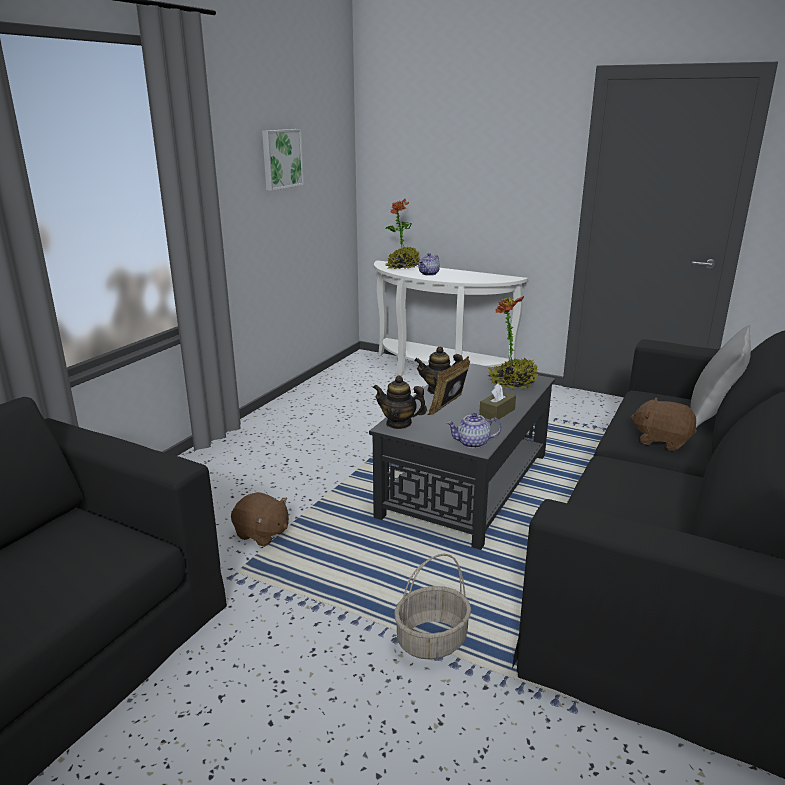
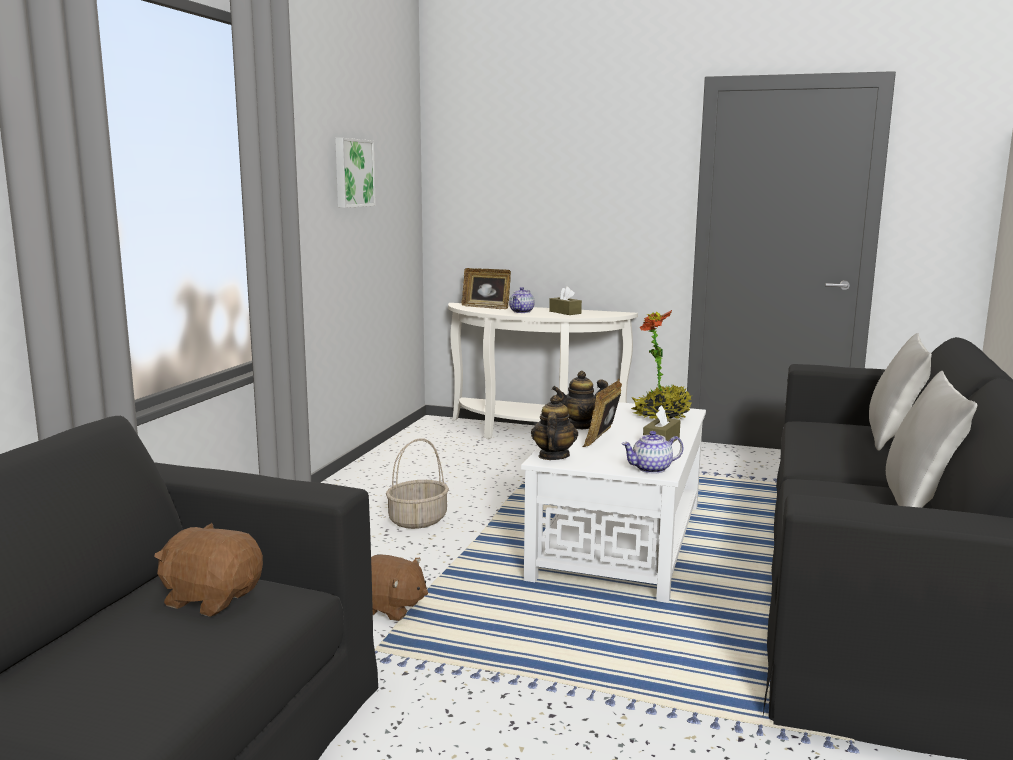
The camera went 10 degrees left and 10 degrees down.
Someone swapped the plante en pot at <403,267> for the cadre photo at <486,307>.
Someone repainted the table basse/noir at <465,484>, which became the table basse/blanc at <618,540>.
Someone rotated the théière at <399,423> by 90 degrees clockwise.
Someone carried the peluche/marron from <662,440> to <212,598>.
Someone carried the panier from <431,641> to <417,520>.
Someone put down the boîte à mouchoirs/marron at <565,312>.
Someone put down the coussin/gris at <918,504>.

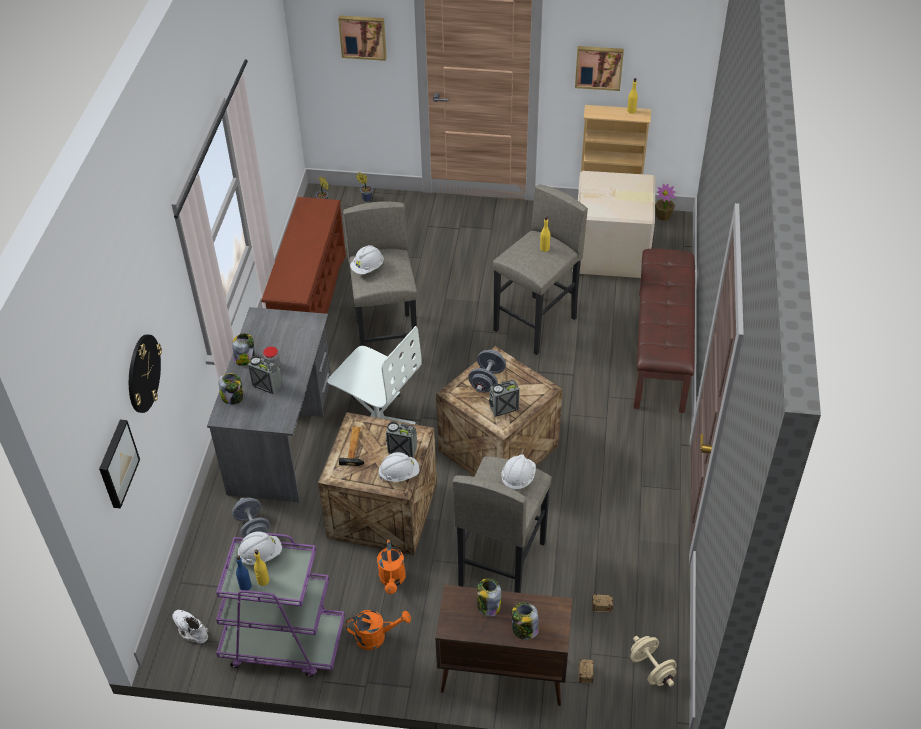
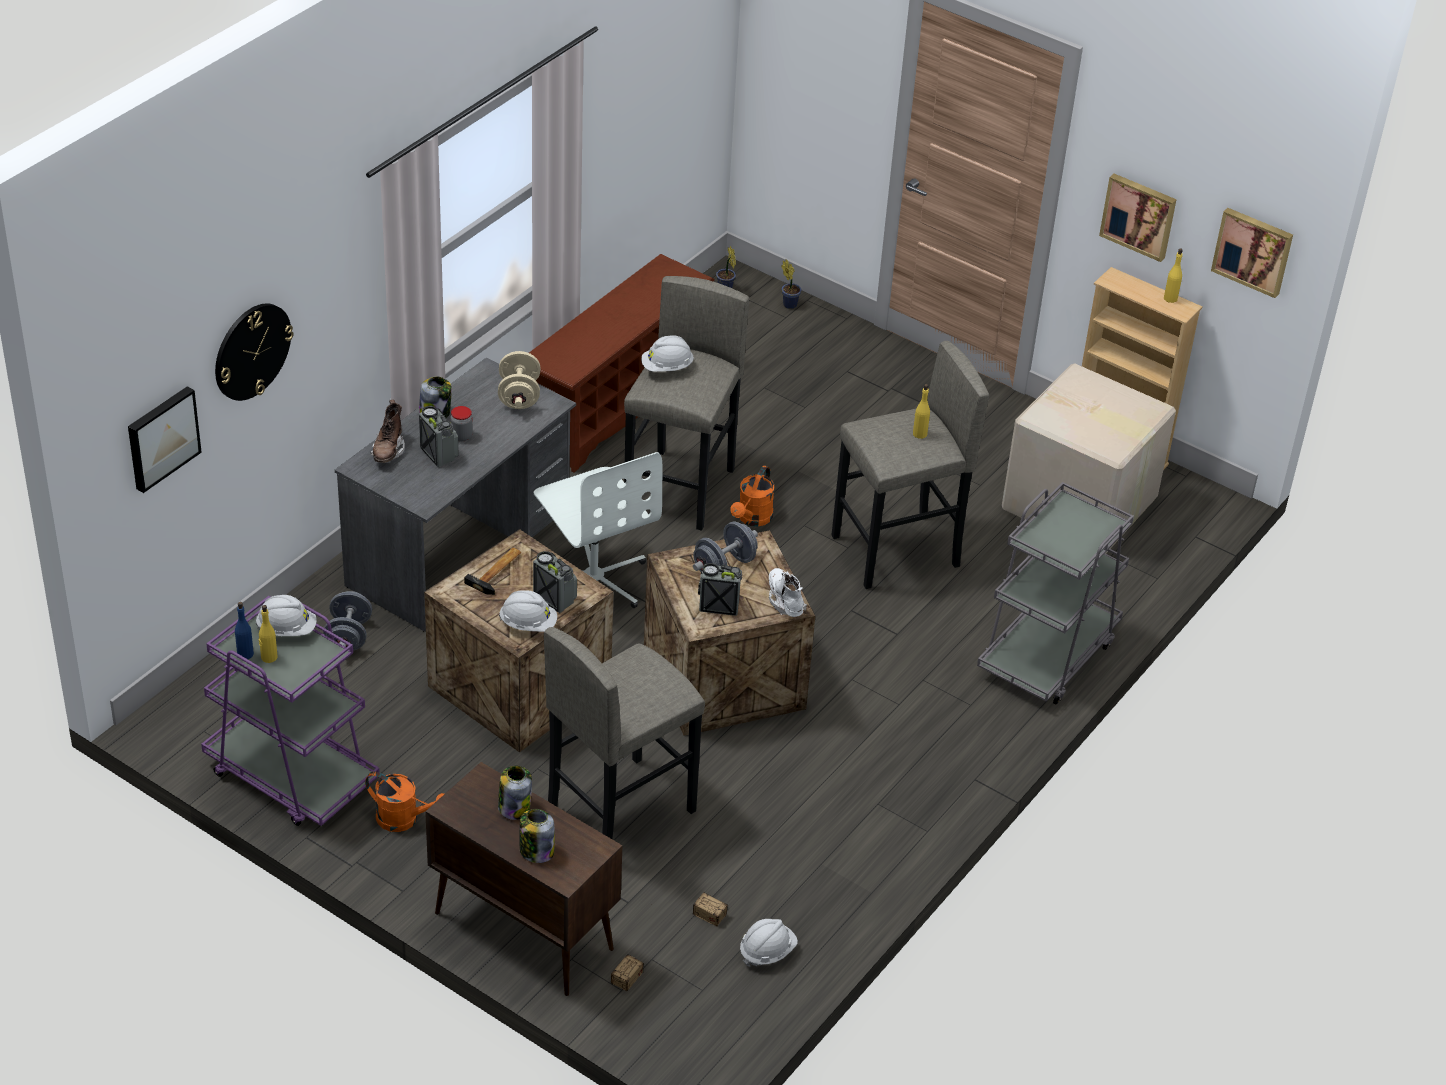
The camera went 25 degrees right and 5 degrees down.
Someone carried the tableau from <363,36> to <1253,251>.
Someone took away the plante en pot at <663,216>.
Someone swapped the banc/marron at <661,350> for the chariot/gris at <1047,655>.
Someone swapped the bocal at <233,397> for the botte/marron at <388,451>.
Someone carried the casque de chantier/blanc from <518,478> to <767,951>.
Someone carried the arrosoir/orange from <392,580> to <752,519>.
Someone carried the botte/blanc from <191,630> to <785,601>.
Someone carried the haltère/beige from <651,669> to <519,396>.

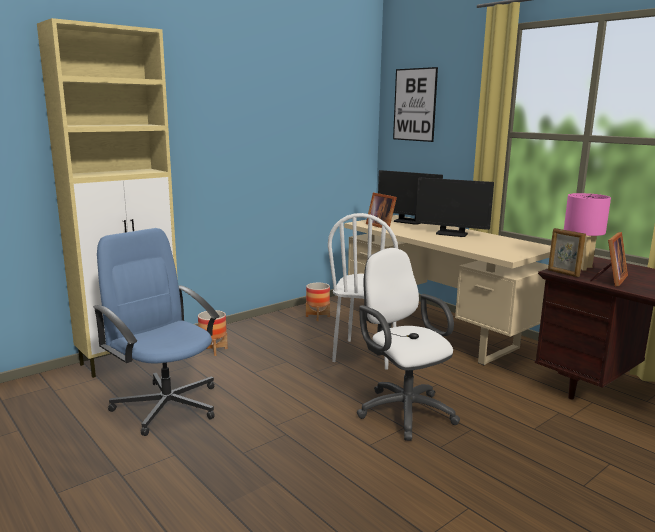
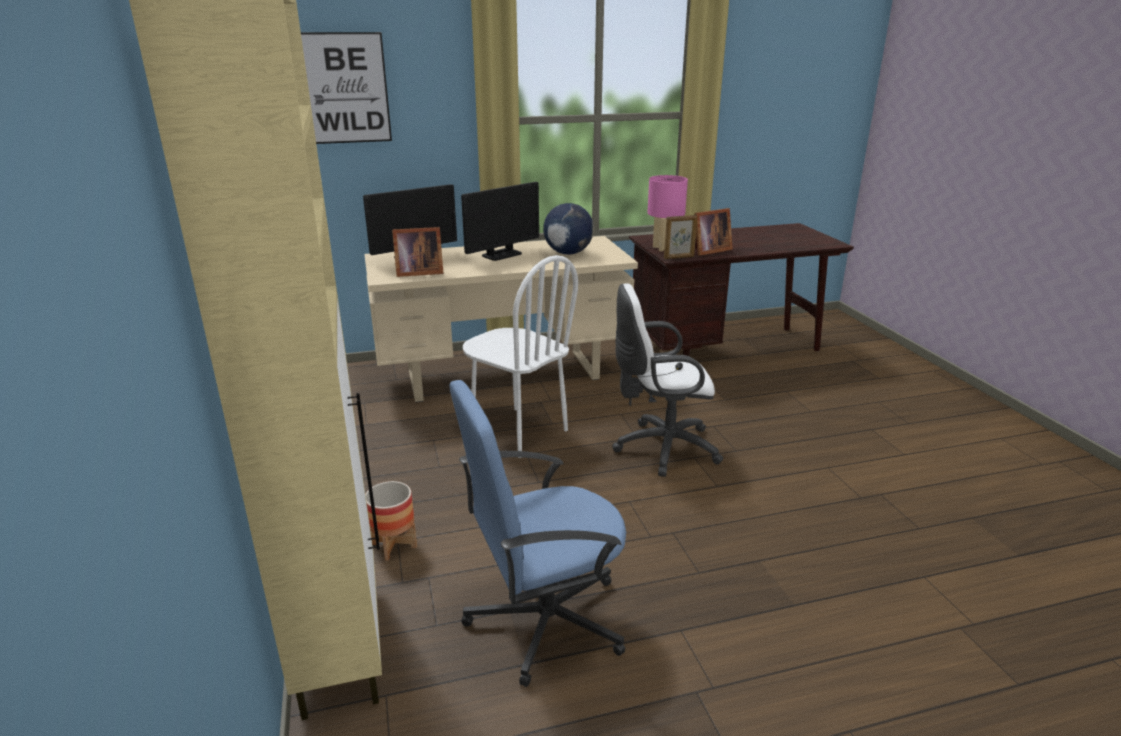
The camera went 65 degrees left and 10 degrees up.
Someone rotated the cadre photo at <610,280> by 90 degrees clockwise.
Someone took away the cache-pot at <317,316>.
Someone put down the globe at <568,253>.

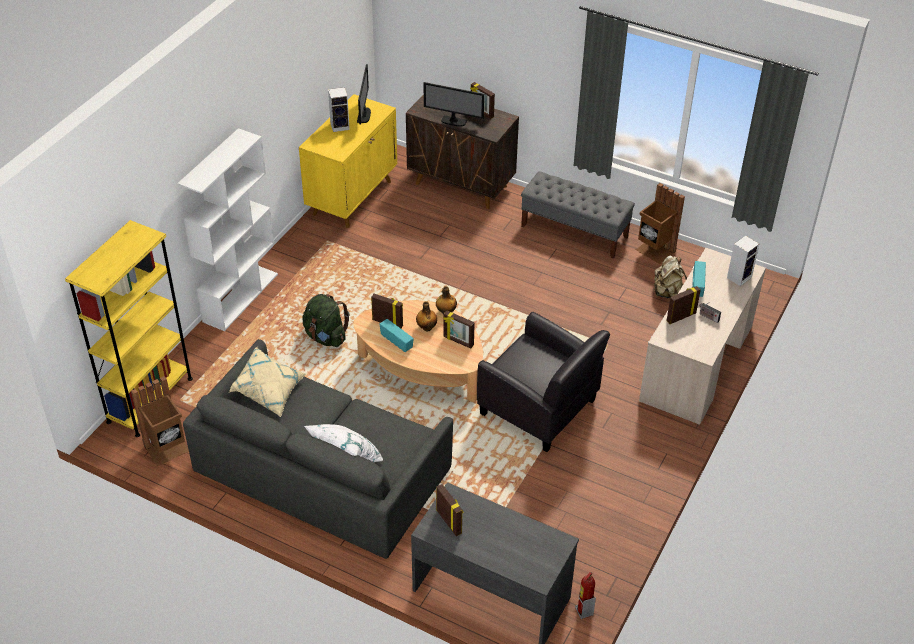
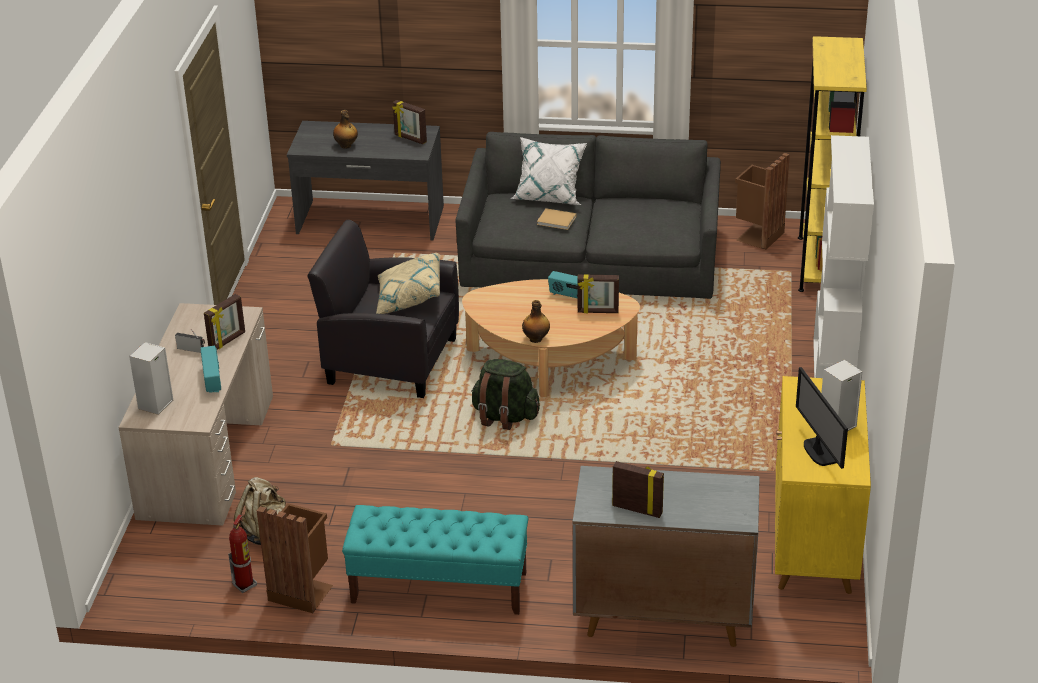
The camera went 160 degrees right and 10 degrees down.
Someone took away the écran d'ordinateur at <453,121>.
Someone repainted the meuble de rangement/marron at <462,185>, which became the meuble de rangement/gris at <661,616>.
Someone repainted the banc/gris at <574,231>, which became the banc/turquoise at <438,587>.
Someone carried the sac à dos/vert from <326,337> to <504,417>.
Someone carried the bouteille from <426,327> to <346,146>.
Someone took away the cadre photo at <458,341>.
Someone carried the coussin/beige from <269,391> to <408,298>.
Someone carried the extincteur from <583,611> to <245,585>.
Someone put down the livre/beige at <557,220>.

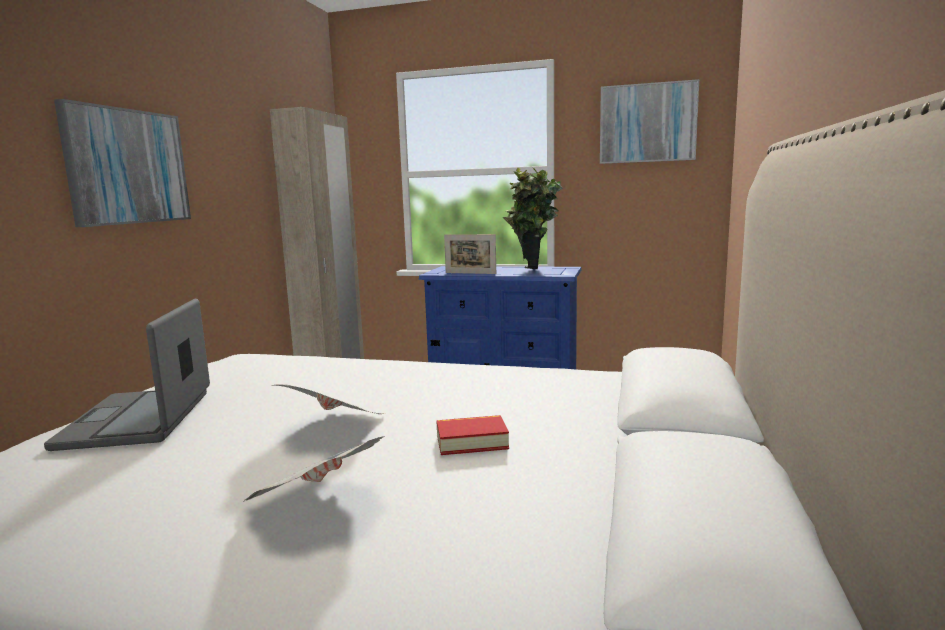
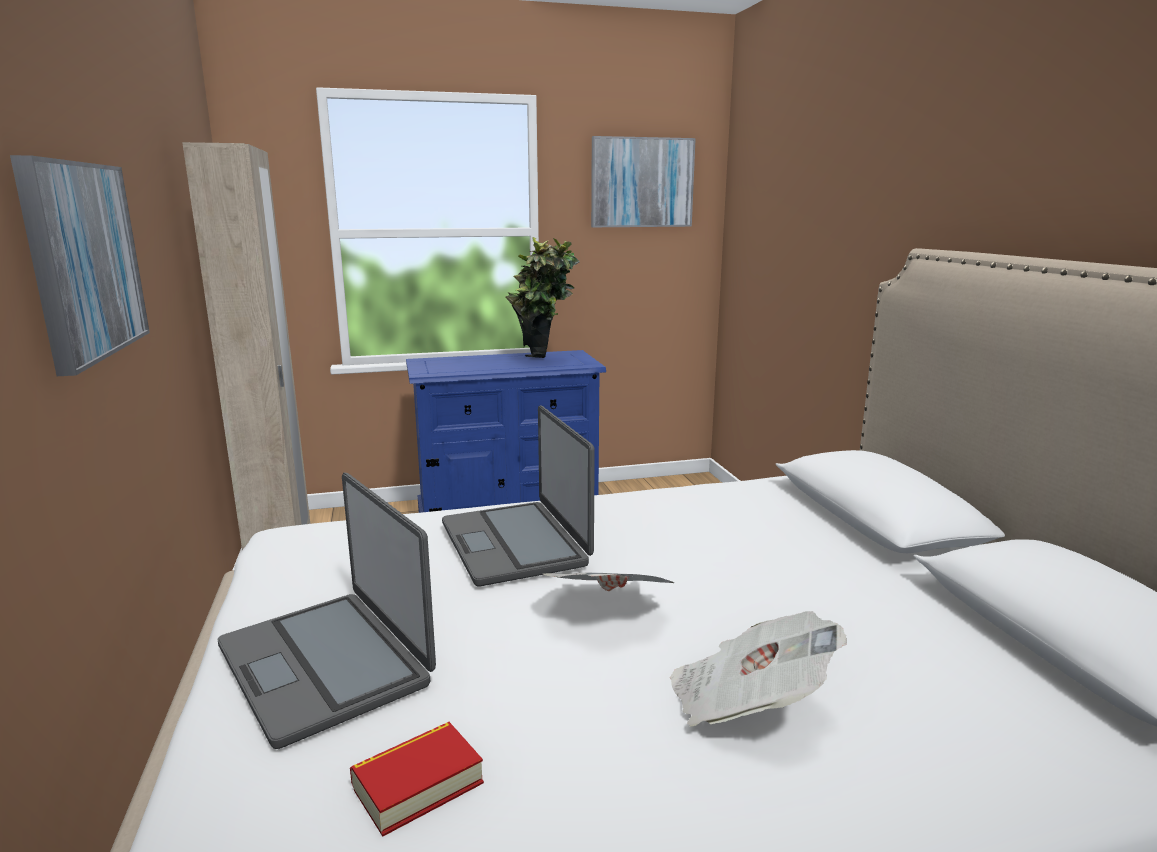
The camera went 30 degrees left and 5 degrees up.
Someone took away the cadre photo at <470,273>.
Someone carried the livre from <472,442> to <418,785>.
Someone put down the ordinateur portable at <515,543>.

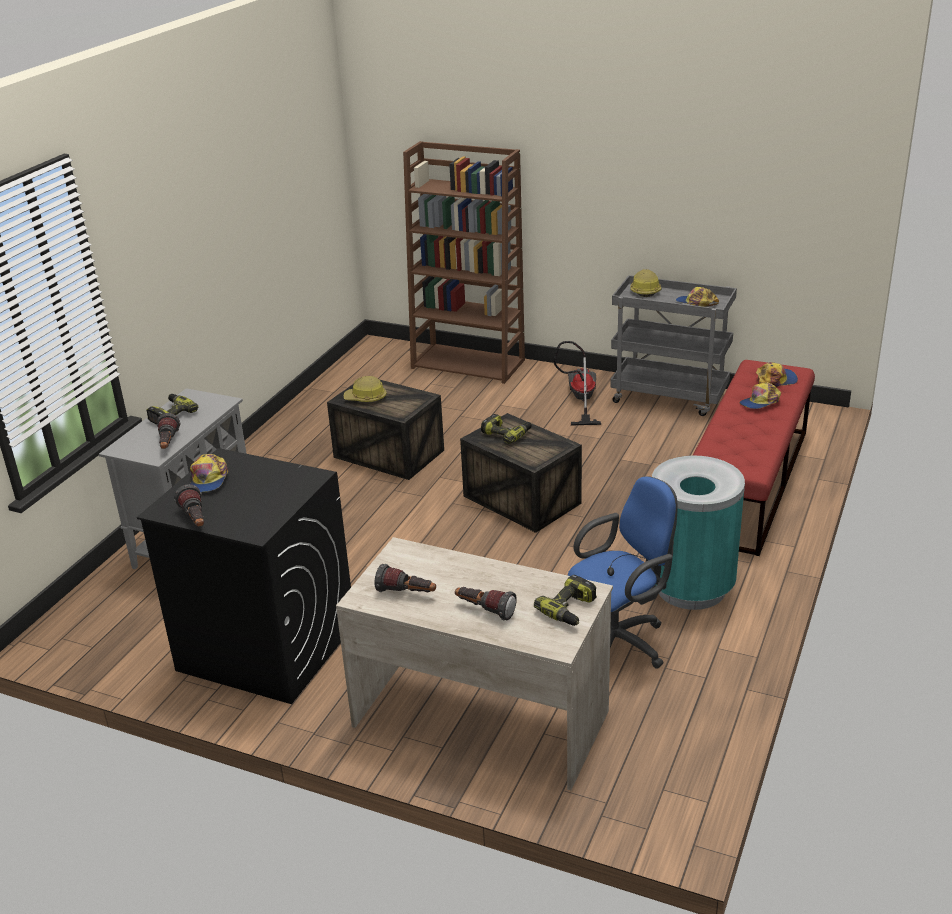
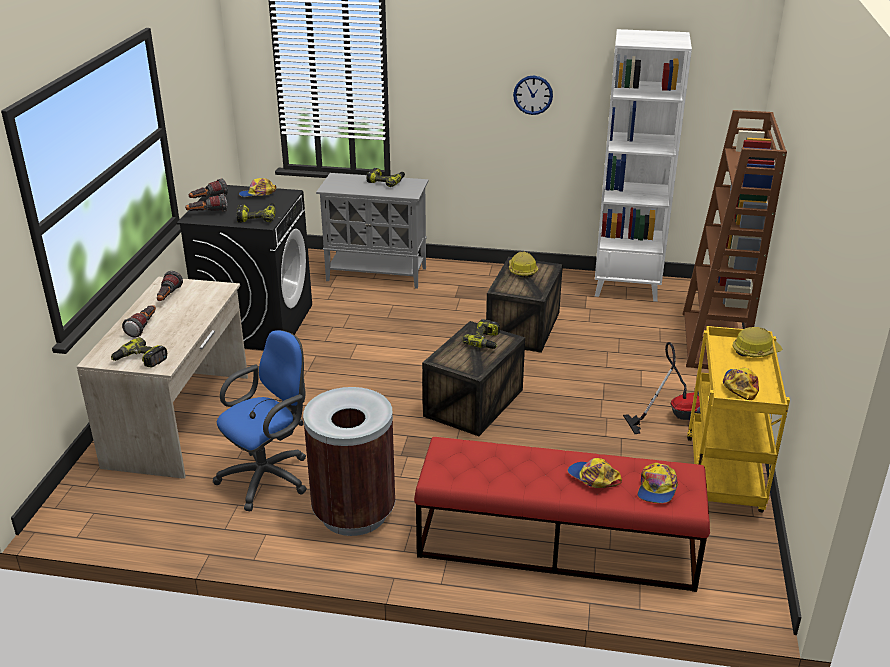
The camera went 75 degrees right and 0 degrees up.
Someone repainted the chariot/gris at <670,397>, which became the chariot/jaune at <725,477>.
Someone rotated the casquette at <776,380> by 45 degrees clockwise.
Someone carried the lampe de poche from <168,444> to <207,213>.
Someone repainted the poubelle/turquoise at <691,588>, which became the poubelle/marron at <354,513>.
Someone rotated the chaise de bureau/bleu at <619,643> by 90 degrees counterclockwise.
Someone put down the bibliothèque/blanc at <627,286>.
Someone put up the horloge murale at <533,95>.
Someone put down the perceuse at <257,217>.

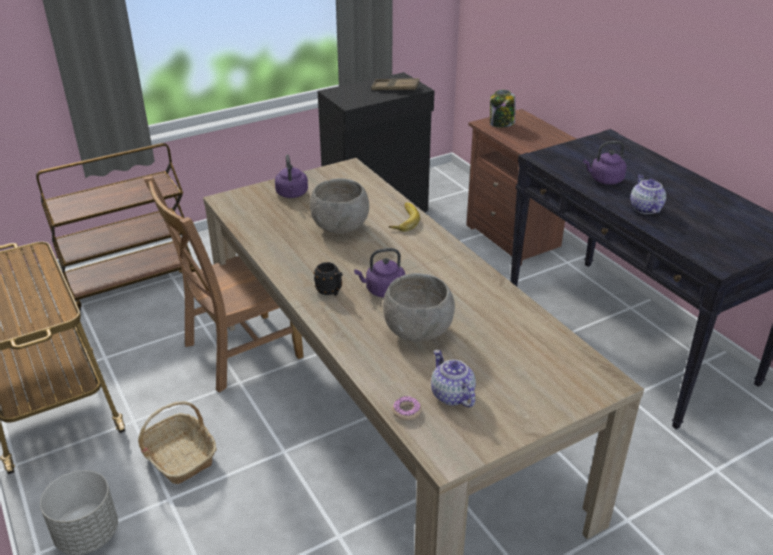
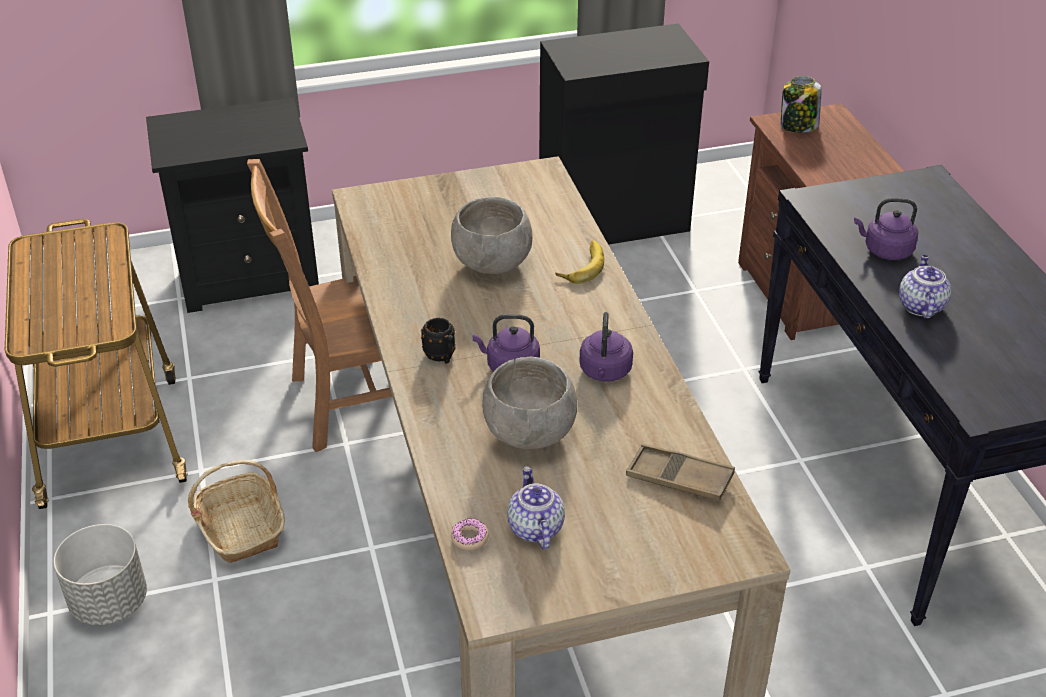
The camera went 15 degrees right and 5 degrees up.
Someone carried the plateau/marron from <395,88> to <679,478>.
Someone swapped the chariot/marron at <131,281> for the table de chevet/noir at <250,276>.
Someone carried the bouilloire/violet from <292,194> to <605,372>.

